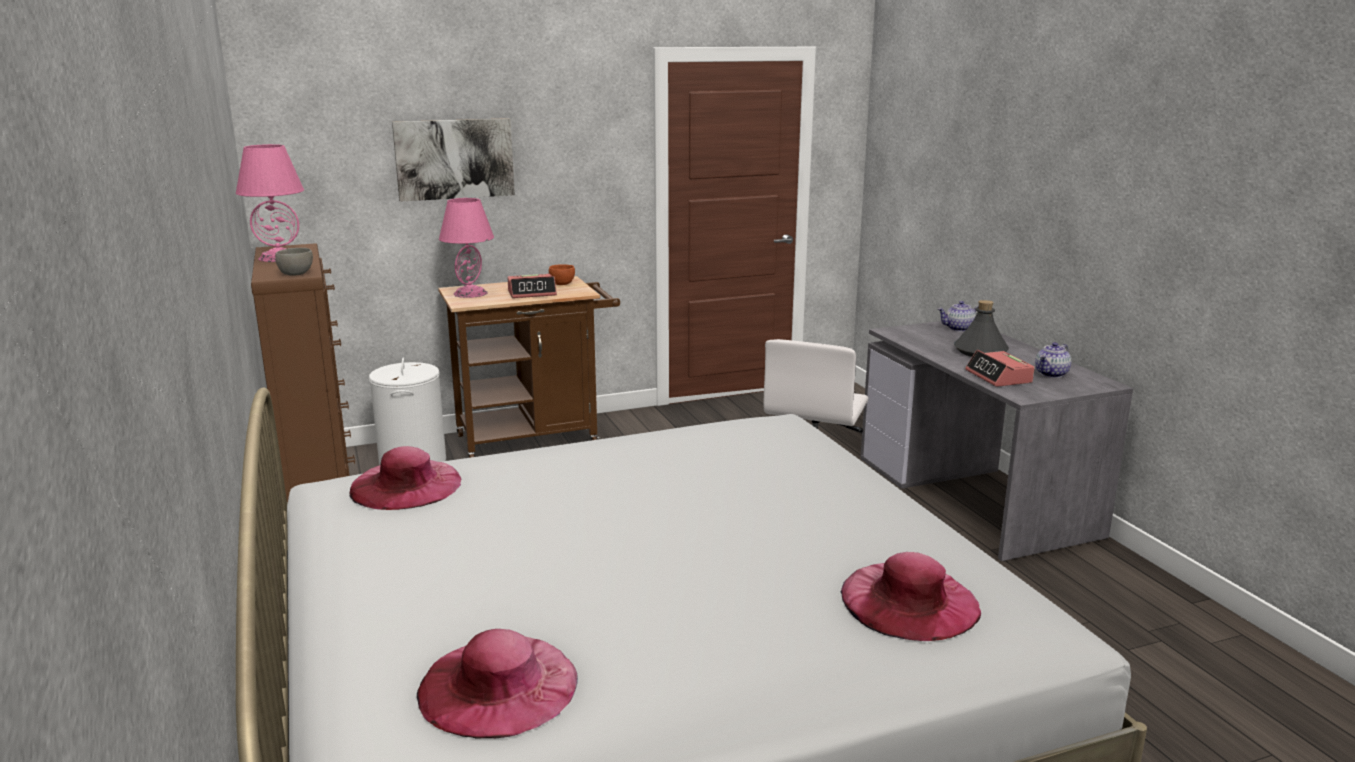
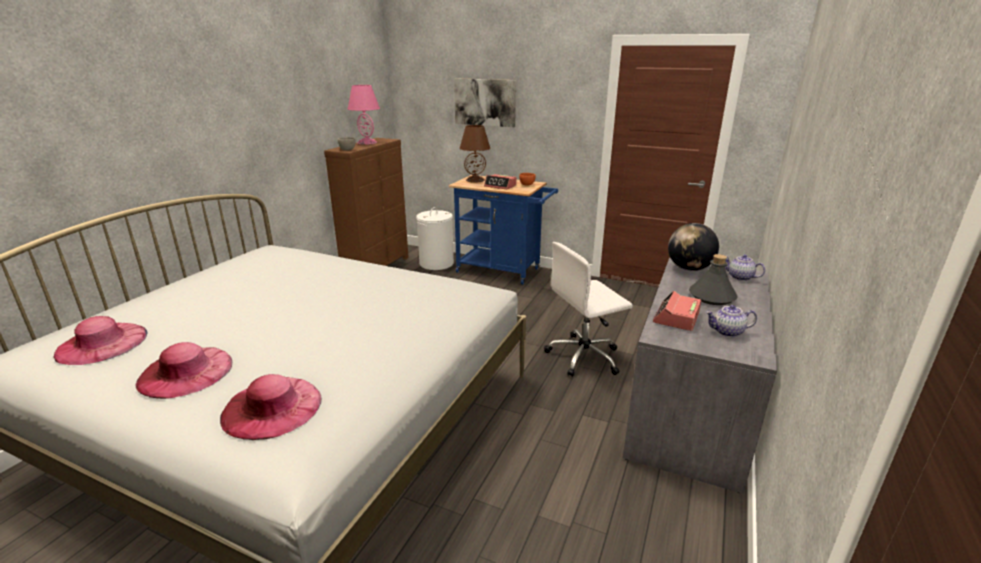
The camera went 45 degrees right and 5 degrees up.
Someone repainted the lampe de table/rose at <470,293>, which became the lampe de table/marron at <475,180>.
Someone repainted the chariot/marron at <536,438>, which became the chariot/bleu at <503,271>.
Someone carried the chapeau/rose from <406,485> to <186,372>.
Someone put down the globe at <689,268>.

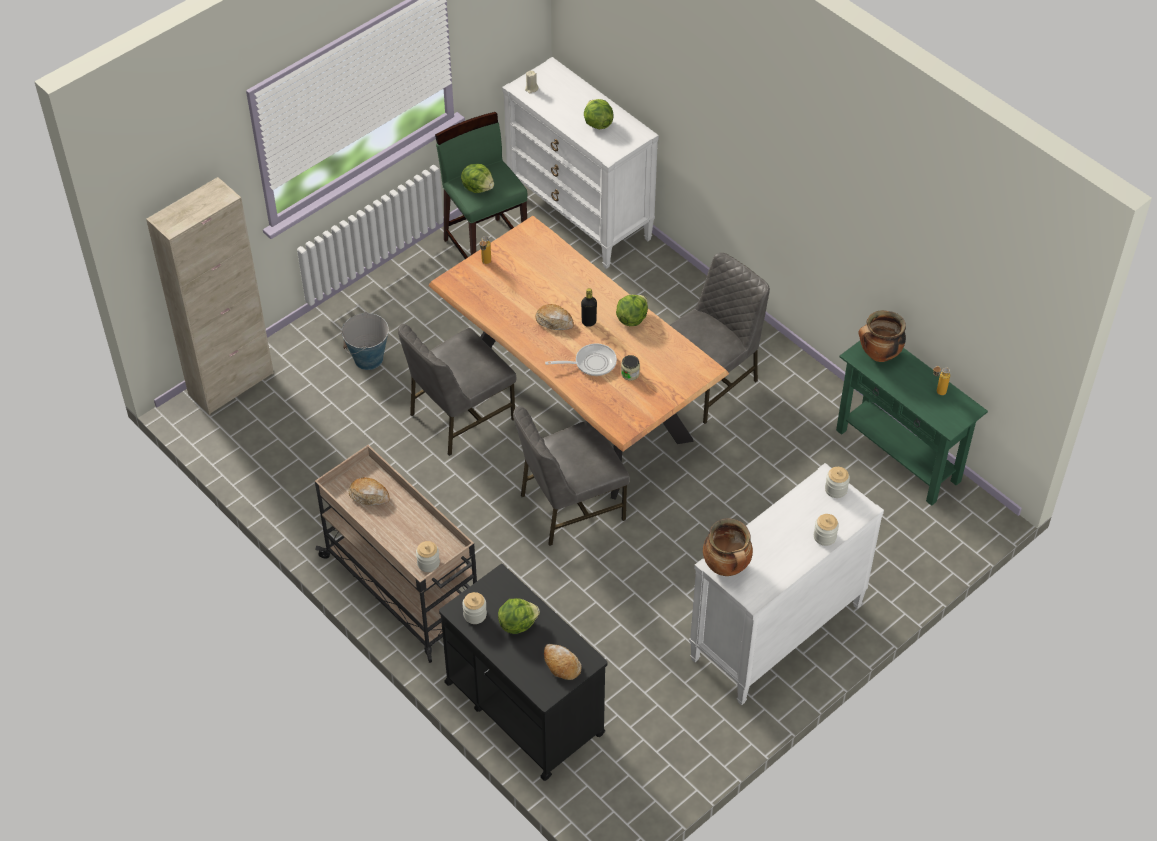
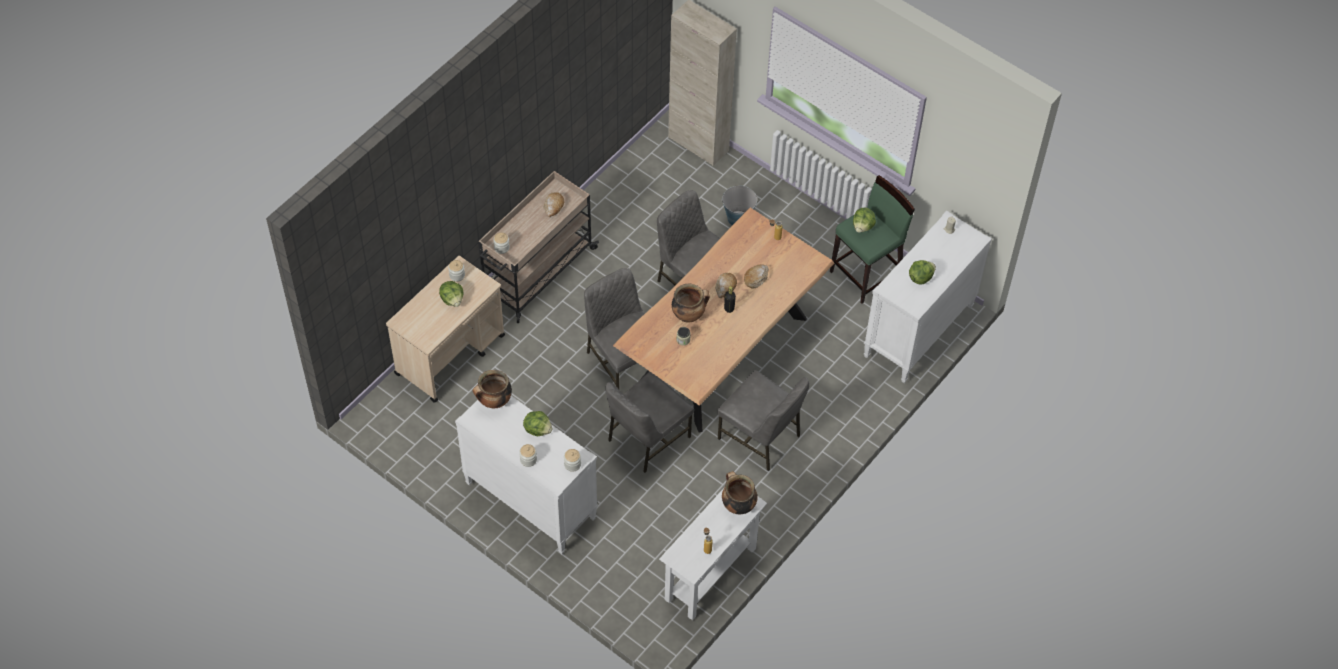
The camera went 80 degrees right and 5 degrees up.
Someone carried the laitue from <631,318> to <538,429>.
Someone repainted the table console/vert at <898,455>, which became the table console/blanc at <710,574>.
Someone swapped the poêle at <591,363> for the marmite at <689,315>.
Someone repainted the chariot/noir at <523,707>, which became the chariot/beige at <450,354>.
Someone carried the pain from <561,664> to <756,278>.
Someone put down the chaise/gris at <647,438>.

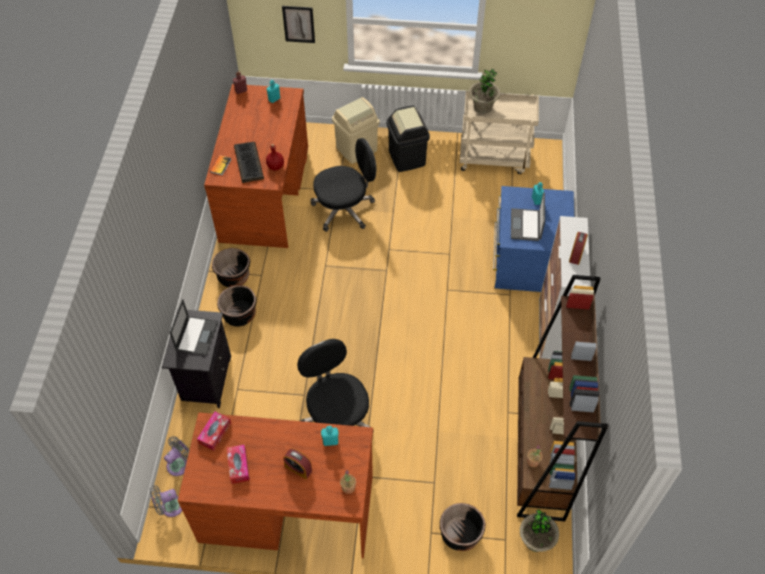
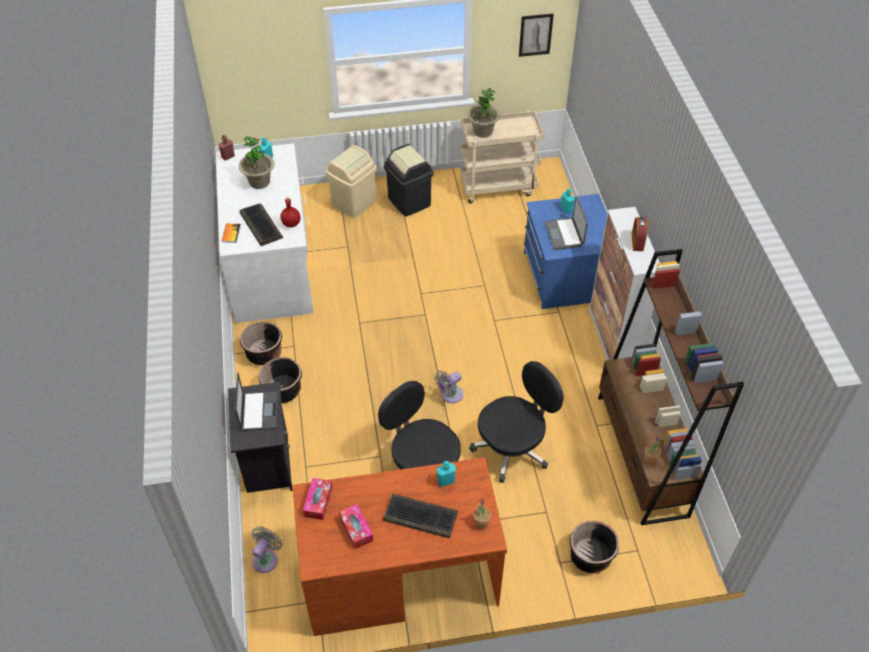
The camera went 15 degrees left and 5 degrees down.
Someone carried the tableau from <298,24> to <535,35>.
Someone repainted the bureau/marron at <265,194>, which became the bureau/blanc at <271,264>.
Someone carried the chaise de bureau/noir from <344,209> to <513,447>.
Someone swapped the réveil at <298,468> for the clavier at <421,516>.
Someone carried the ventilateur/gris from <170,507> to <450,395>.
Someone carried the plante en pot from <535,540> to <259,182>.

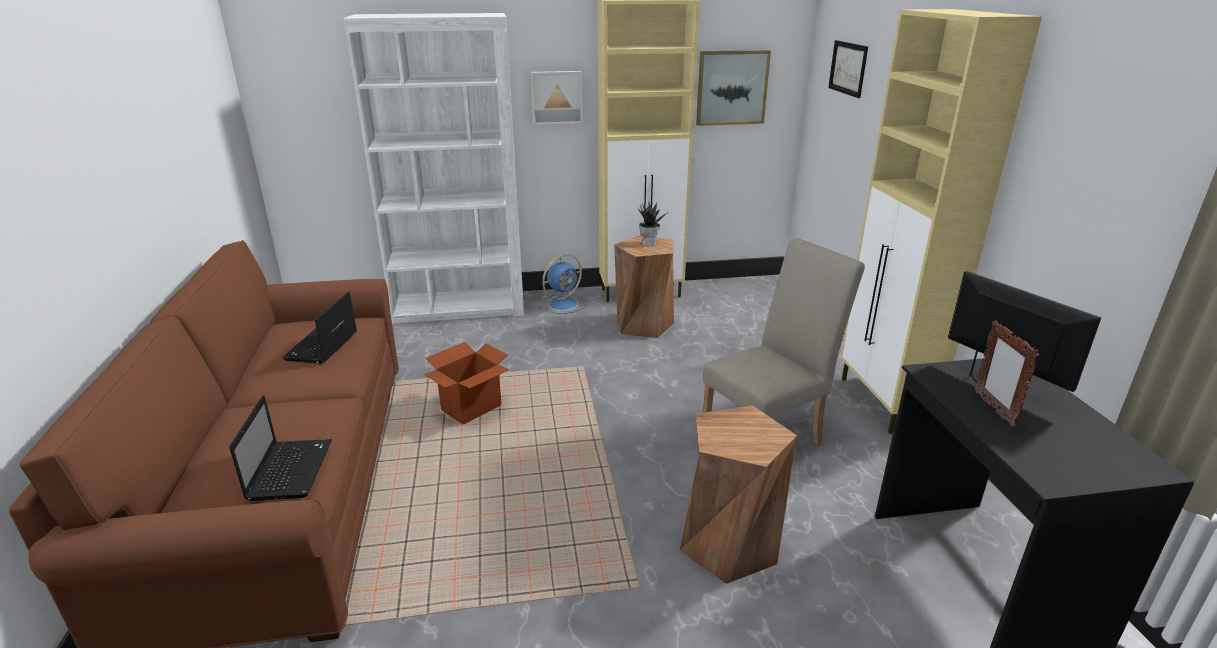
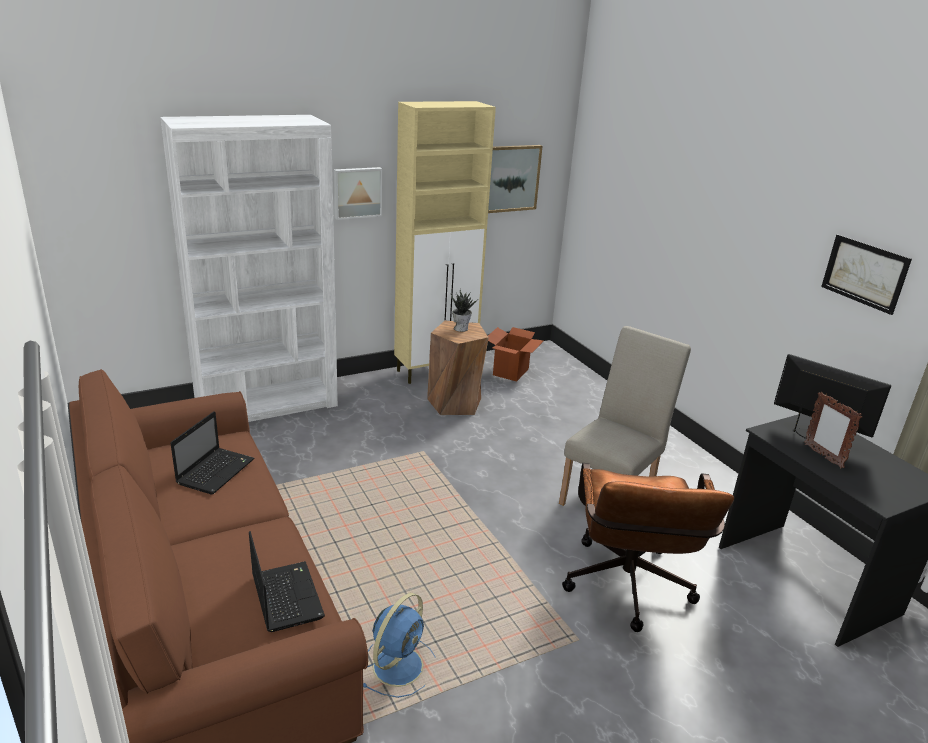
The camera went 20 degrees left and 0 degrees up.
Someone took away the meuble de rangement/beige at <884,403>.
Someone carried the tableau from <848,68> to <864,273>.
Someone carried the ventilateur/bleu from <564,304> to <399,664>.
Someone rotated the ordinateur portable at <321,347> by 150 degrees counterclockwise.
Someone carried the carton from <471,408> to <510,372>.
Someone swapped the tabouret/marron at <728,545> for the chaise de bureau/marron at <627,591>.

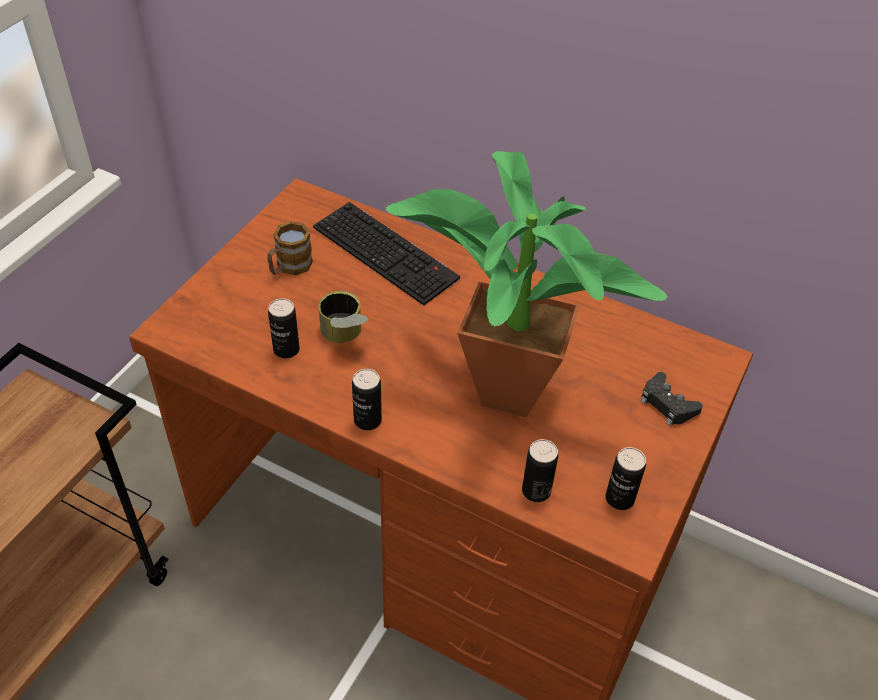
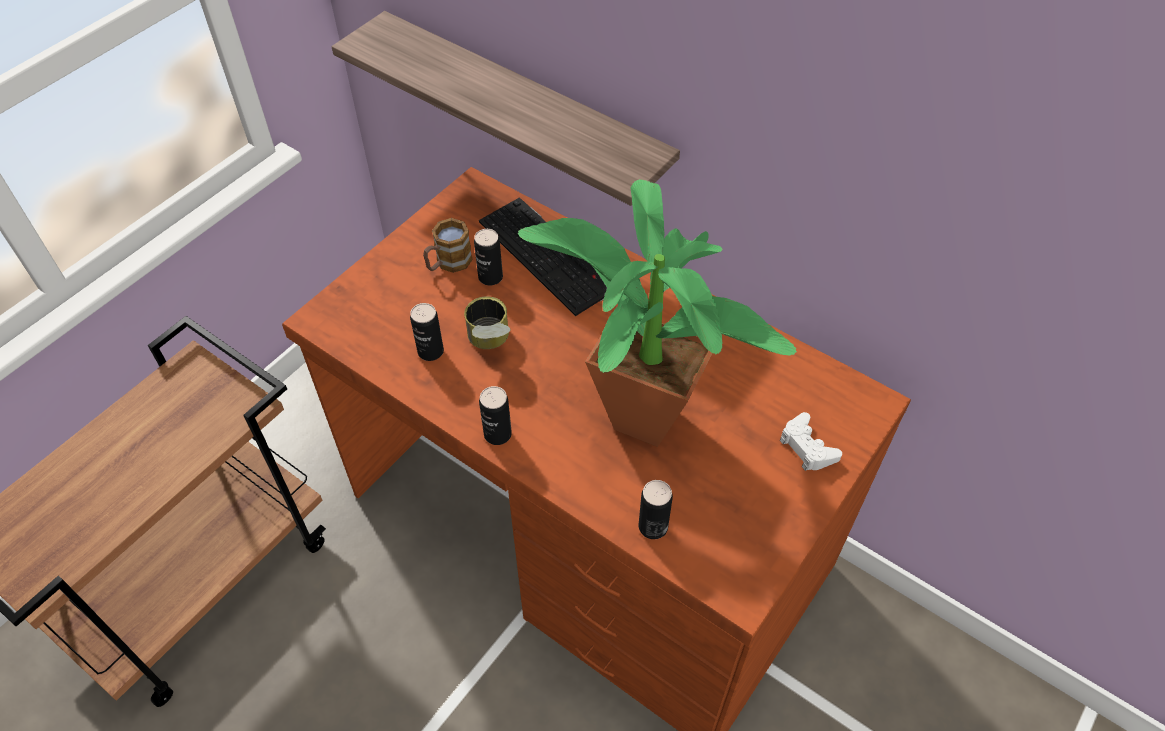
The camera went 10 degrees right and 5 degrees up.
Someone repainted the manette/noir at <667,404>, which became the manette/blanc at <807,447>.
Someone carried the boîte métallique from <619,498> to <490,277>.
Someone put up the étagère at <524,113>.

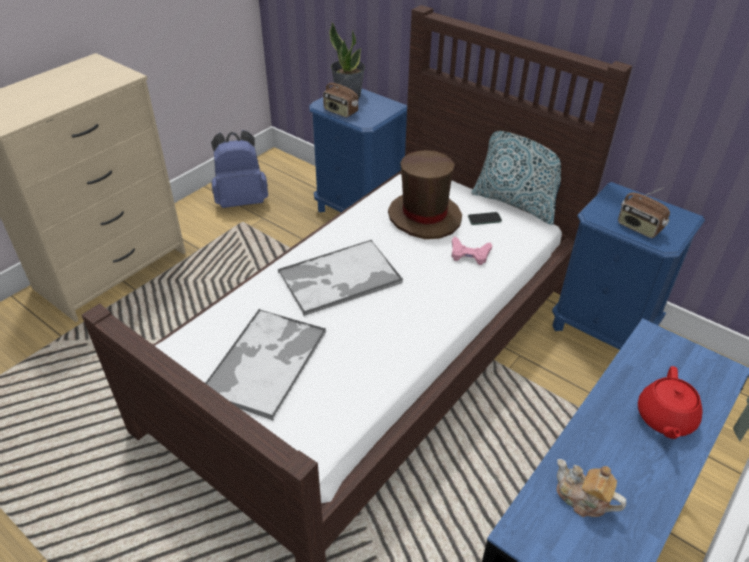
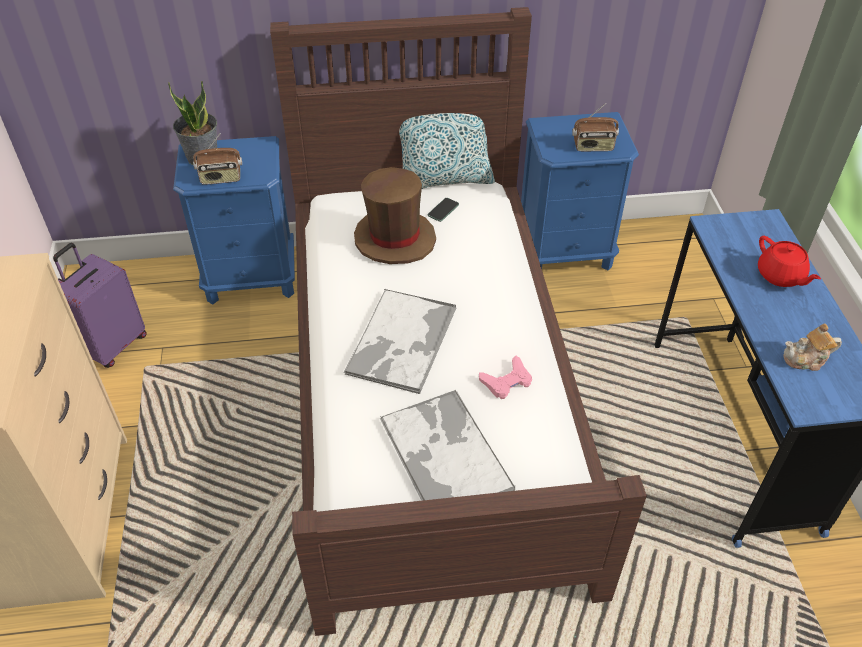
The camera went 45 degrees left and 5 degrees up.
Someone swapped the sac à dos/bleu at <242,200> for the valise/violet at <112,345>.
Someone carried the manette/rose from <469,254> to <506,381>.

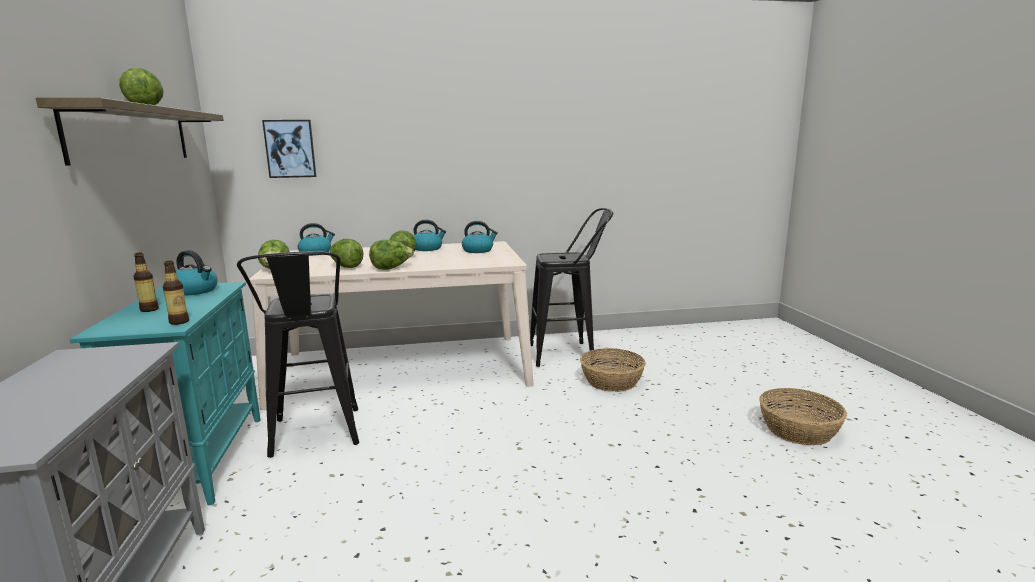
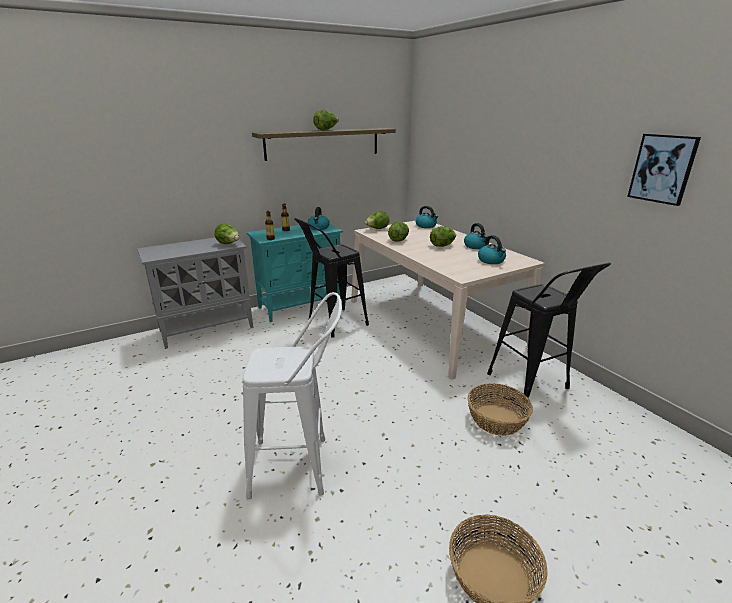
The camera went 70 degrees right and 10 degrees up.
Someone carried the tableau from <290,149> to <662,168>.
Someone carried the laitue from <391,268> to <229,244>.
Someone put down the tabouret/blanc at <300,466>.

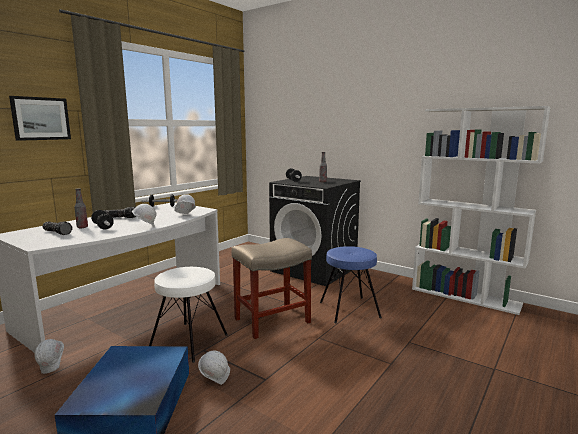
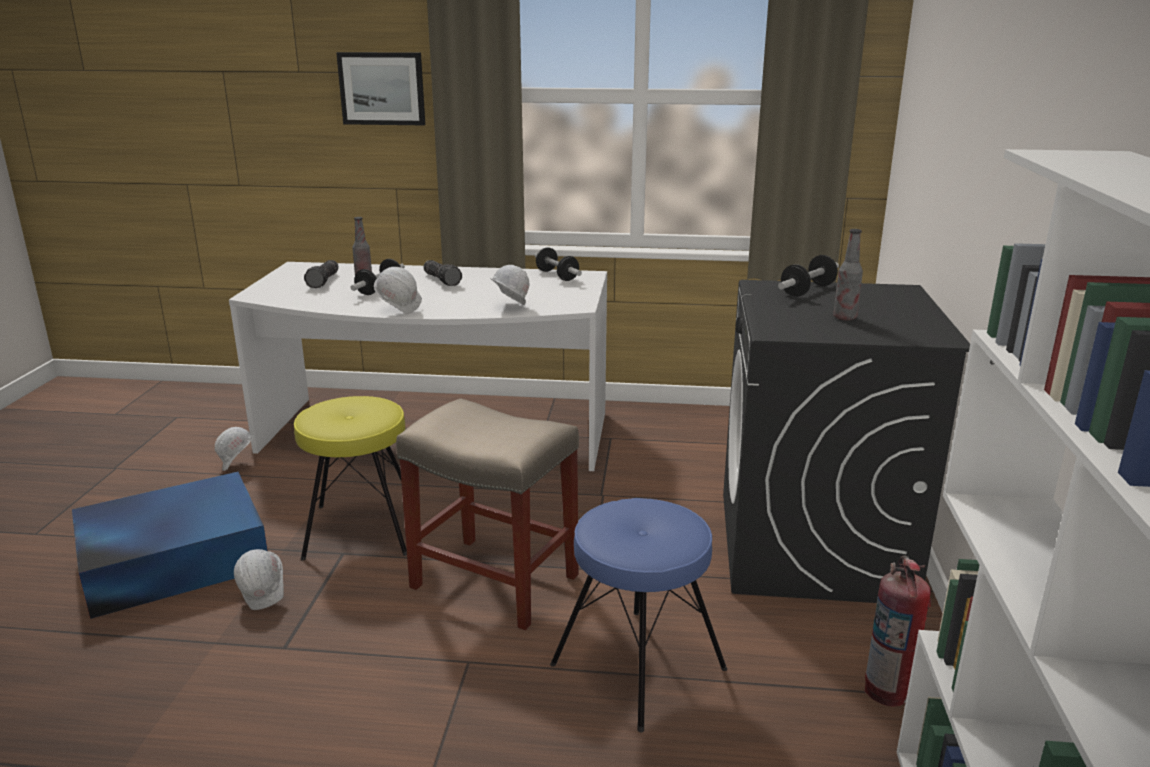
The camera went 60 degrees right and 10 degrees up.
Someone repainted the tabouret/blanc at <189,341>, which became the tabouret/jaune at <360,530>.
Someone put down the extincteur at <888,690>.

